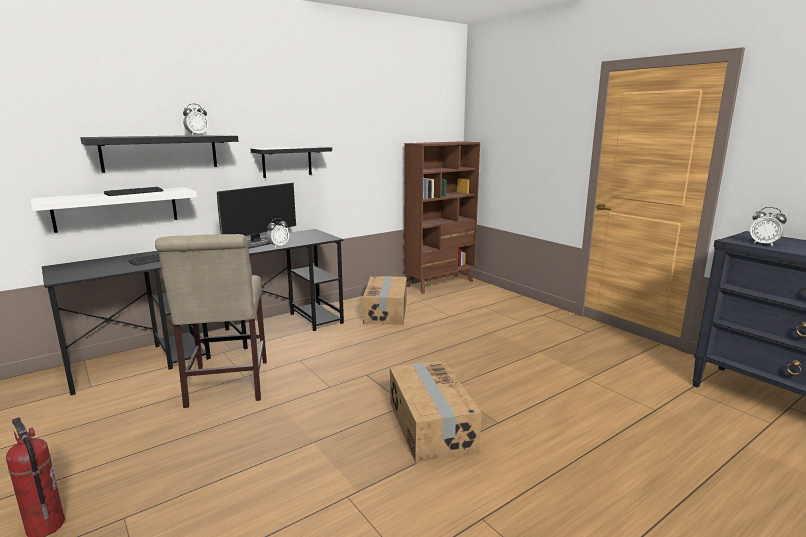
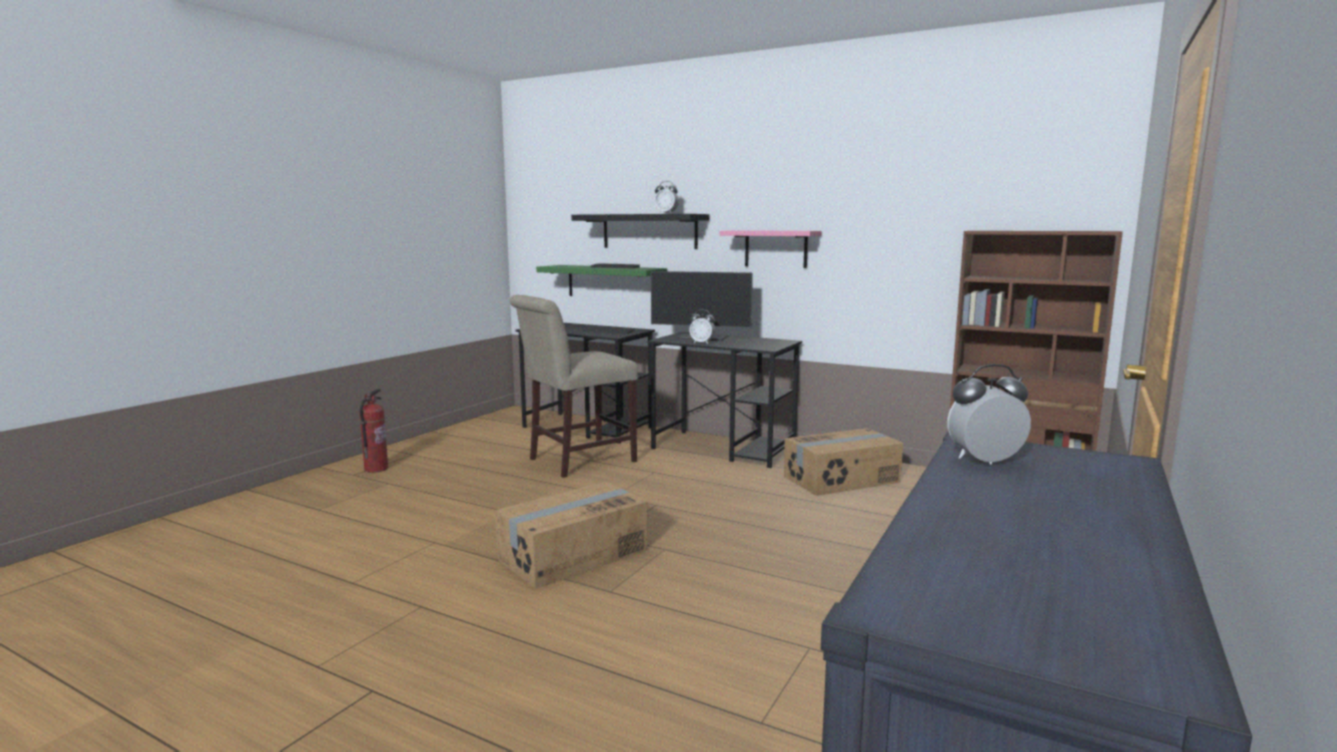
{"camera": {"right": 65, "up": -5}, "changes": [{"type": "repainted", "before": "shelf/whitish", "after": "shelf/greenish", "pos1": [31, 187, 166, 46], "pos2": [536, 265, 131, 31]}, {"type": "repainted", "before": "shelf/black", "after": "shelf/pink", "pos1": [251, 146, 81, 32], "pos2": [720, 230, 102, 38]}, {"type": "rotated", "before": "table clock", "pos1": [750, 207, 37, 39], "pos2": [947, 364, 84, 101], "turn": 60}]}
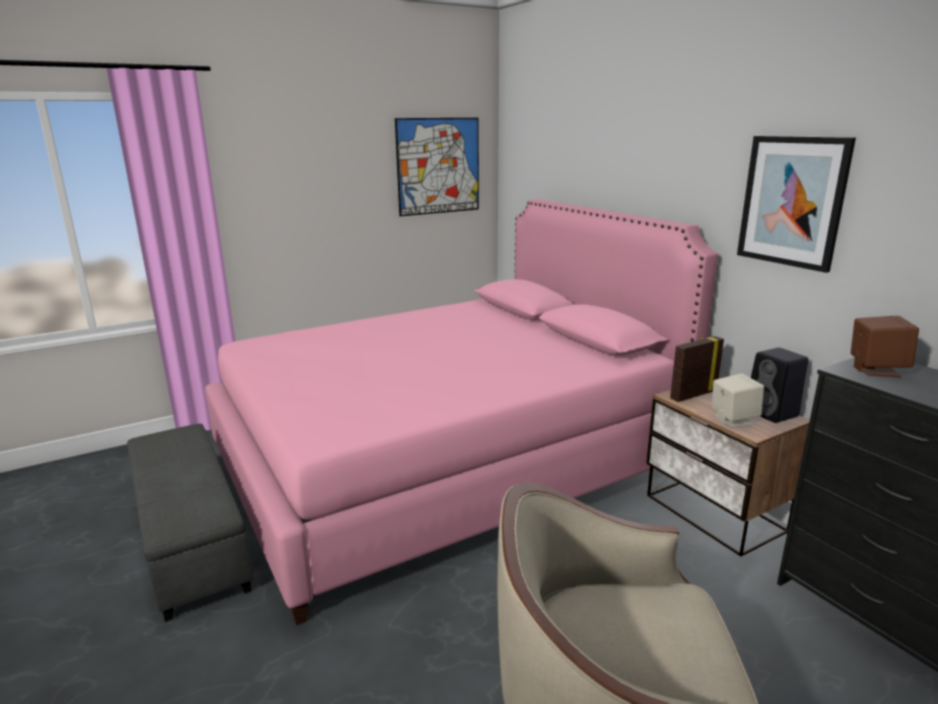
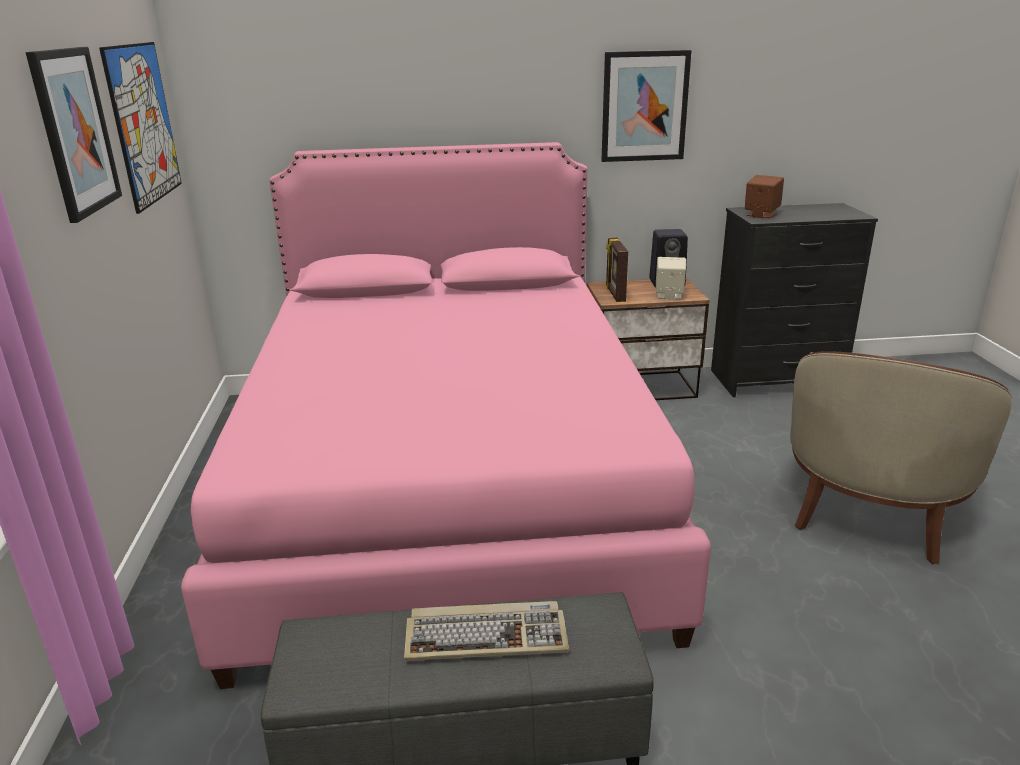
{"camera": {"right": -65, "up": 5}, "changes": [{"type": "new", "after": "wall picture", "pos2": [26, 47, 96, 176]}, {"type": "new", "after": "computer keyboard", "pos2": [404, 601, 165, 60]}]}
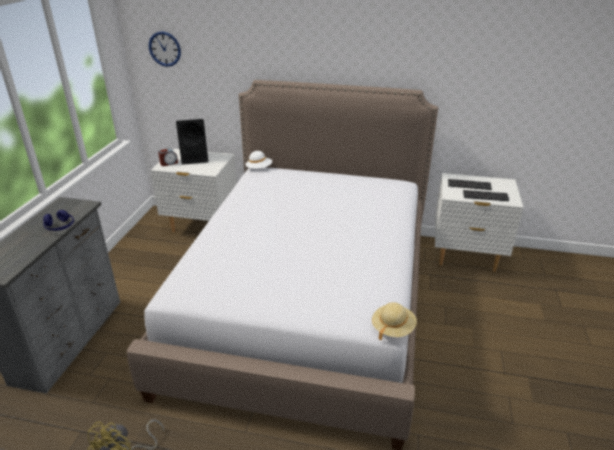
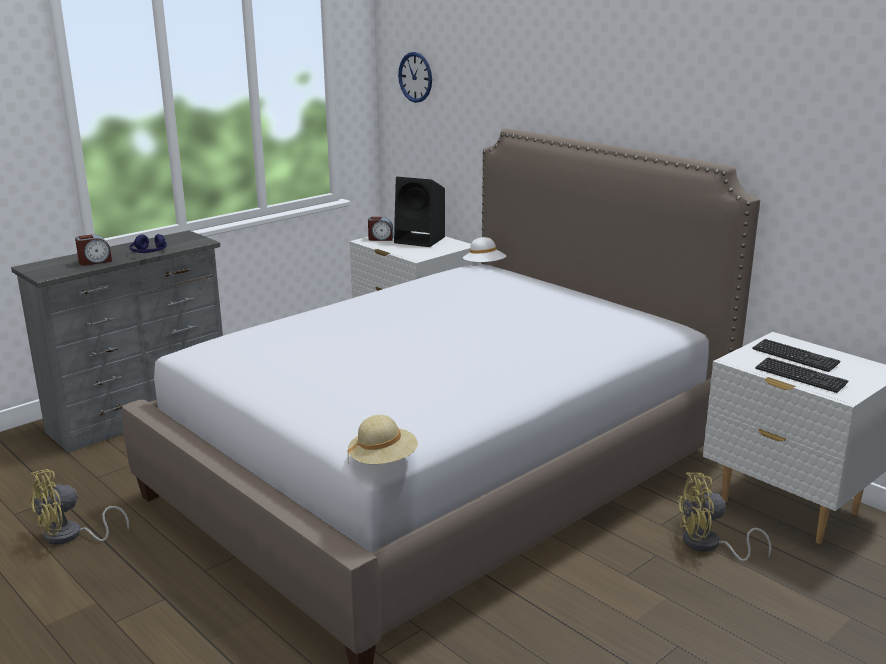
{"camera": {"right": 35, "up": -10}, "changes": [{"type": "new", "after": "table clock", "pos2": [75, 235, 37, 31]}, {"type": "new", "after": "electric fan/yellowish", "pos2": [675, 473, 97, 89]}]}
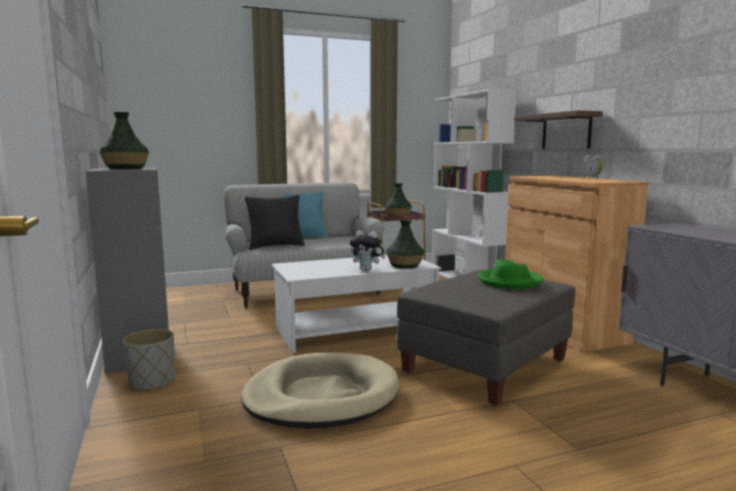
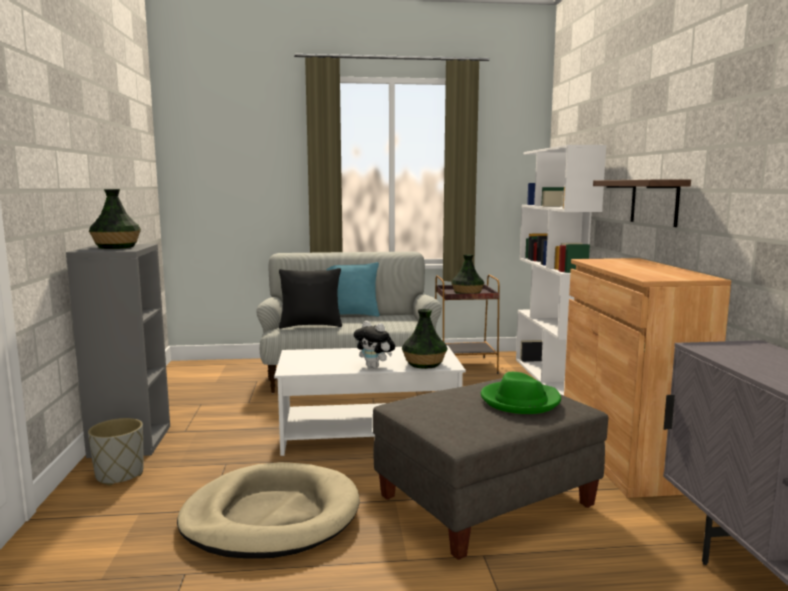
{"camera": {"right": 15, "up": 0}, "changes": [{"type": "gone", "before": "table clock", "pos1": [582, 155, 21, 24]}]}
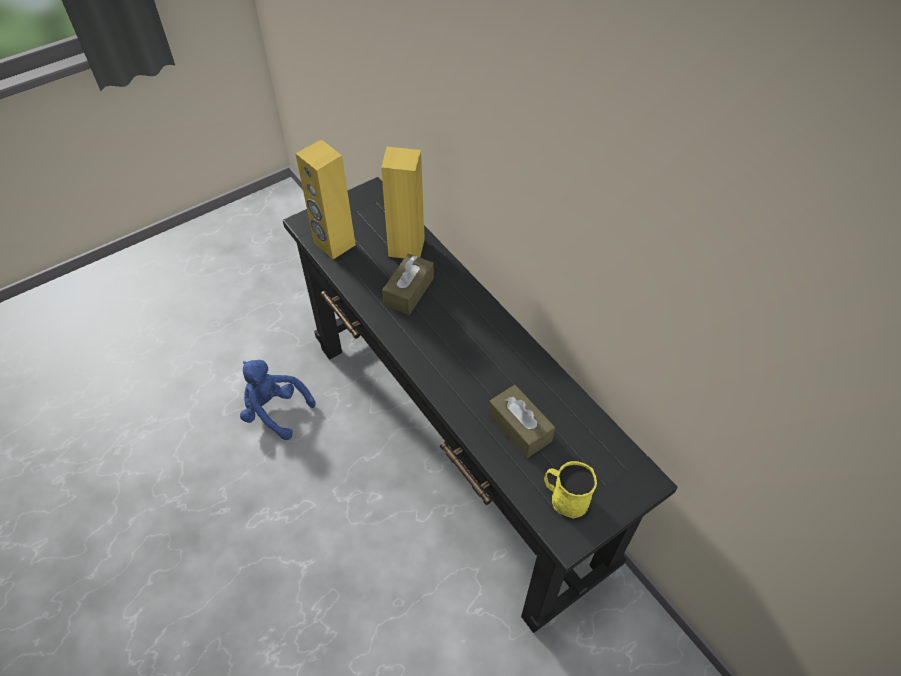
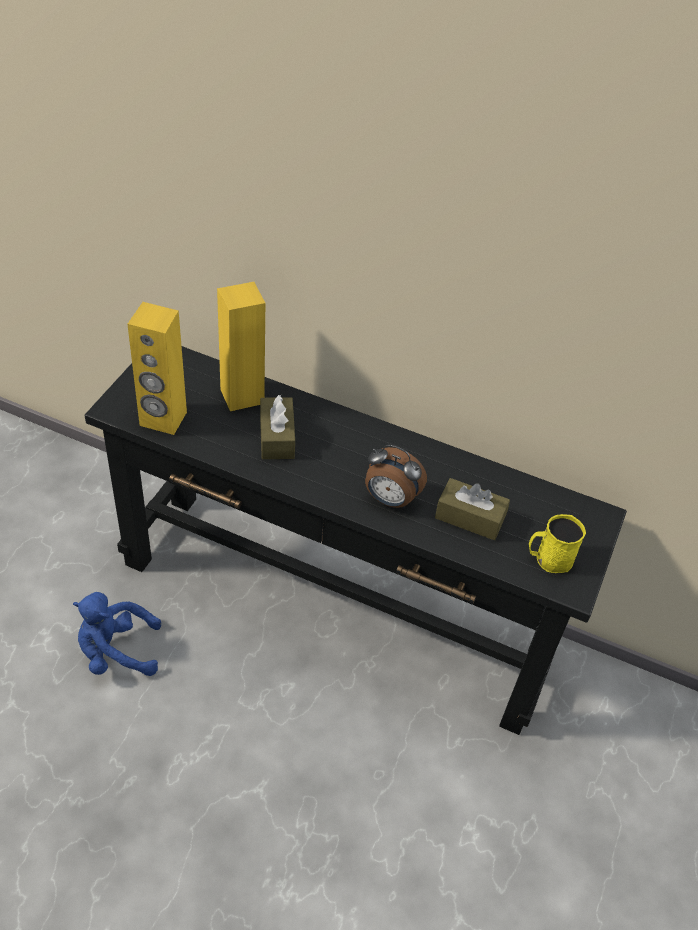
{"camera": {"right": -35, "up": -5}, "changes": [{"type": "new", "after": "table clock", "pos2": [365, 445, 62, 63]}]}
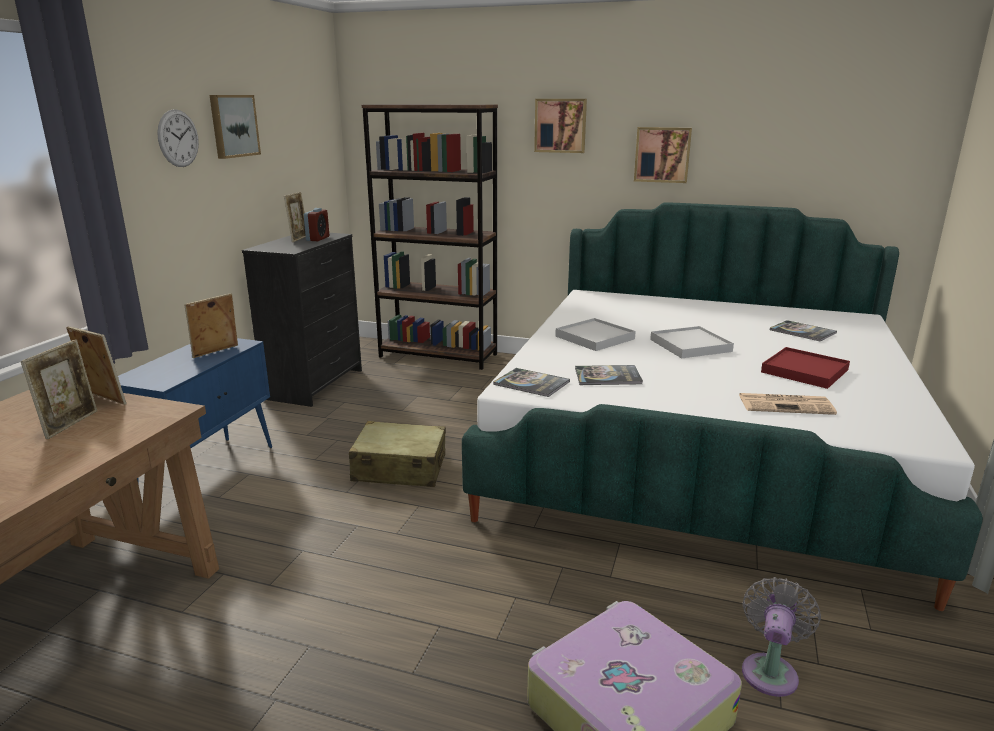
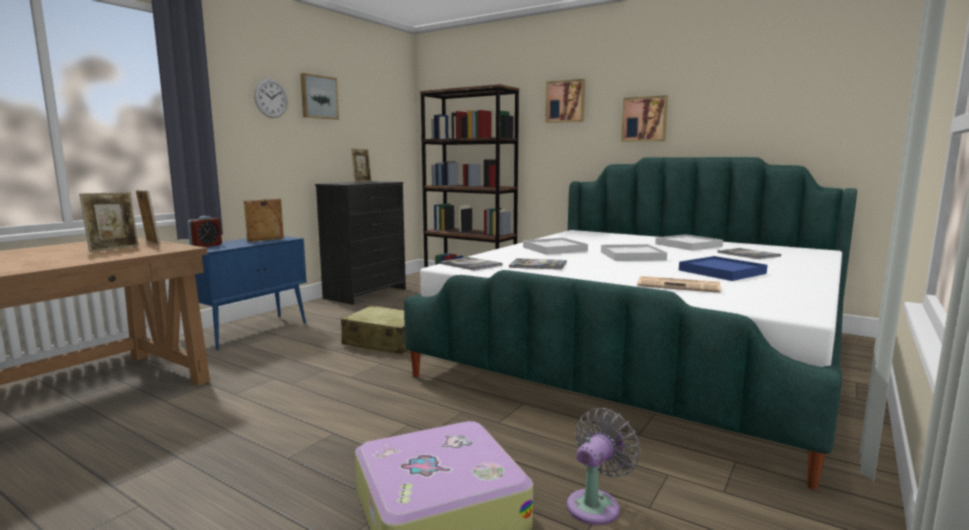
{"camera": {"right": 15, "up": -10}, "changes": [{"type": "shifted", "before": "table clock", "pos1": [304, 208, 25, 33], "pos2": [187, 216, 35, 31]}, {"type": "new", "after": "tray/whitish", "pos2": [655, 234, 68, 17]}, {"type": "repainted", "before": "tray/red-coloured", "after": "tray/blue-coloured", "pos1": [761, 347, 89, 42], "pos2": [679, 256, 89, 25]}]}
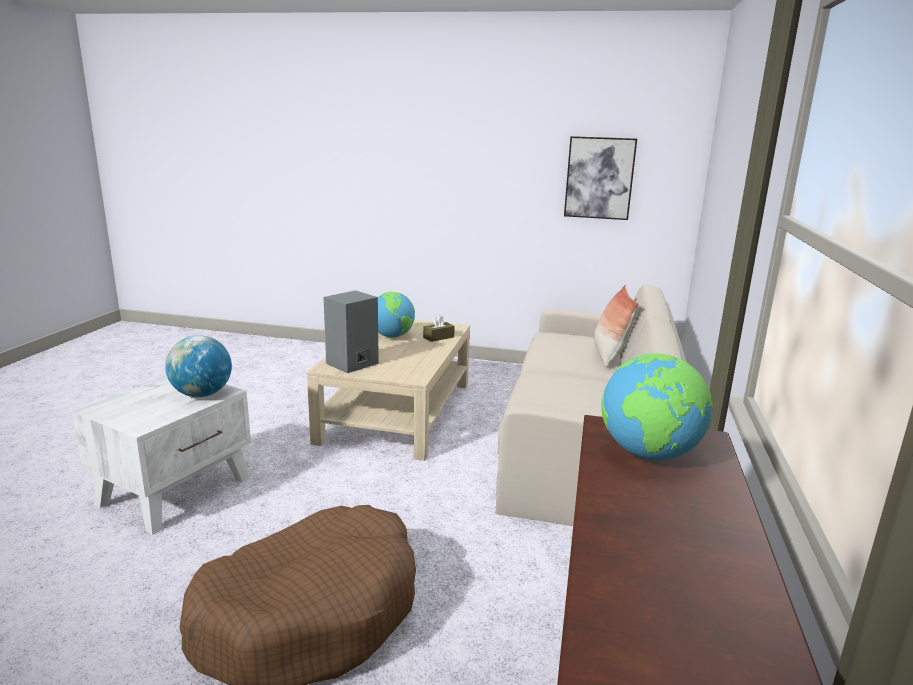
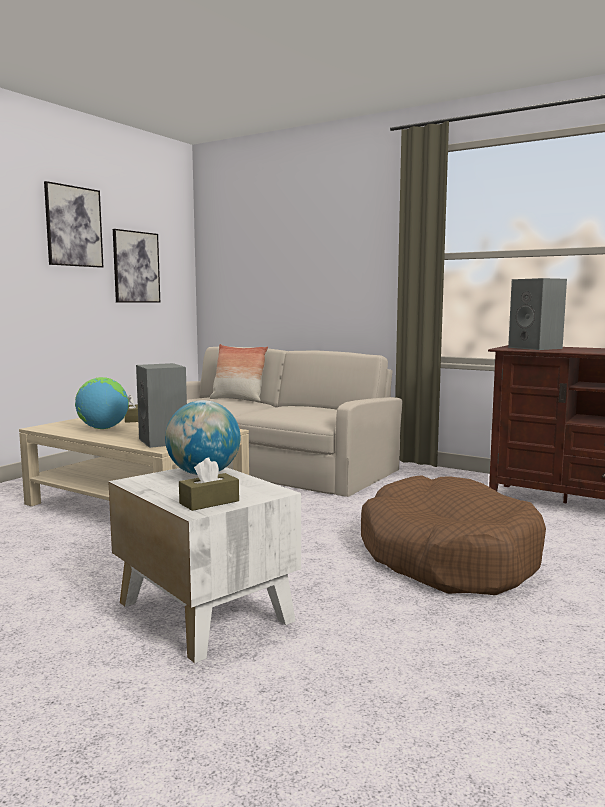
{"camera": {"right": -70, "up": -10}, "changes": [{"type": "new", "after": "wall picture", "pos2": [44, 181, 59, 87]}, {"type": "new", "after": "box of tissues/brown", "pos2": [179, 458, 60, 53]}, {"type": "swapped", "before": "desk globe", "after": "speaker/grey", "pos1": [601, 353, 112, 107], "pos2": [508, 278, 59, 72]}]}
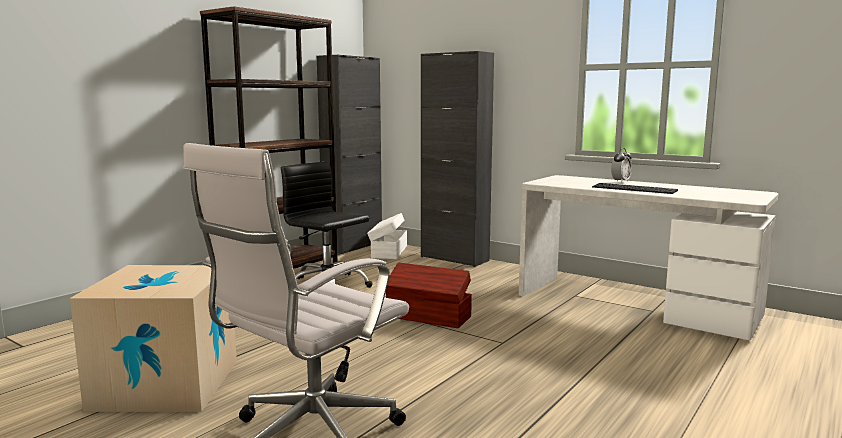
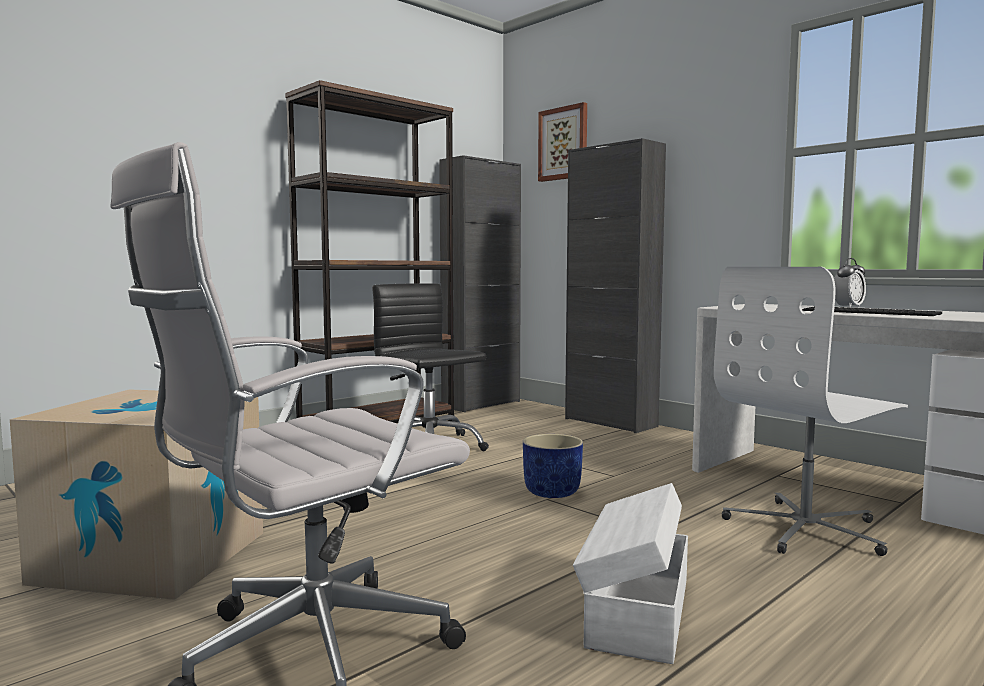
{"camera": {"right": 10, "up": -5}, "changes": [{"type": "swapped", "before": "storage bin/brown", "after": "flower pot/blue-coloured", "pos1": [386, 263, 86, 65], "pos2": [523, 434, 60, 64]}, {"type": "new", "after": "wall picture", "pos2": [538, 102, 49, 80]}, {"type": "shifted", "before": "storage bin/whitish", "pos1": [367, 213, 40, 46], "pos2": [573, 483, 115, 181]}, {"type": "new", "after": "office chair/whitish", "pos2": [714, 267, 194, 289]}]}
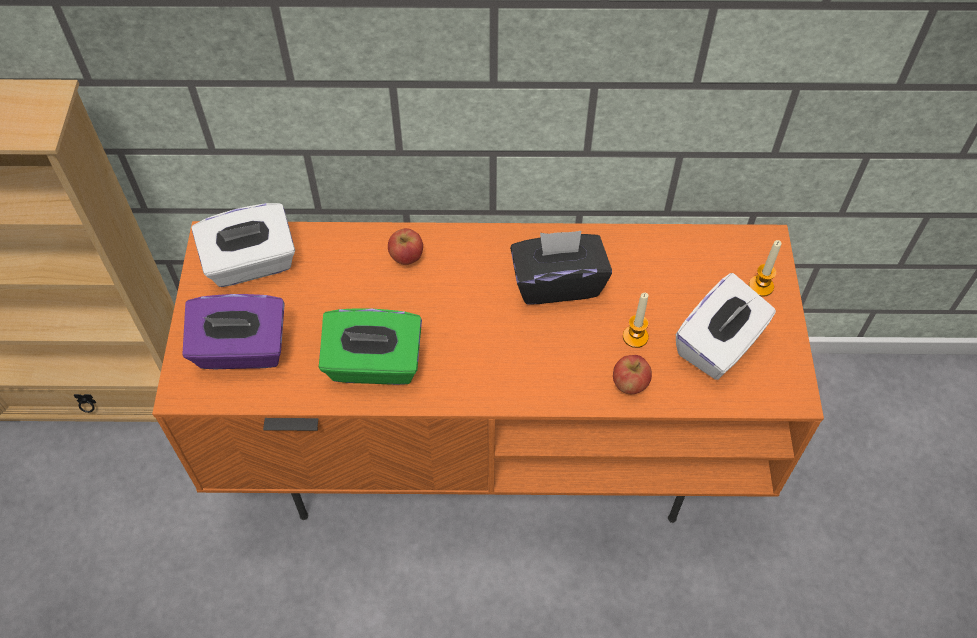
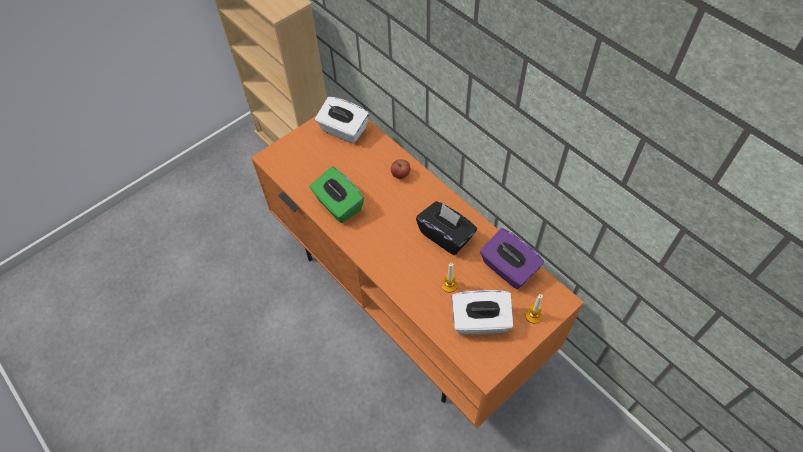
{"camera": {"right": 50, "up": 0}, "changes": [{"type": "shifted", "before": "box of tissues/purple-coloured", "pos1": [182, 294, 103, 75], "pos2": [480, 228, 64, 61]}, {"type": "gone", "before": "whole apple", "pos1": [613, 355, 39, 39]}]}
